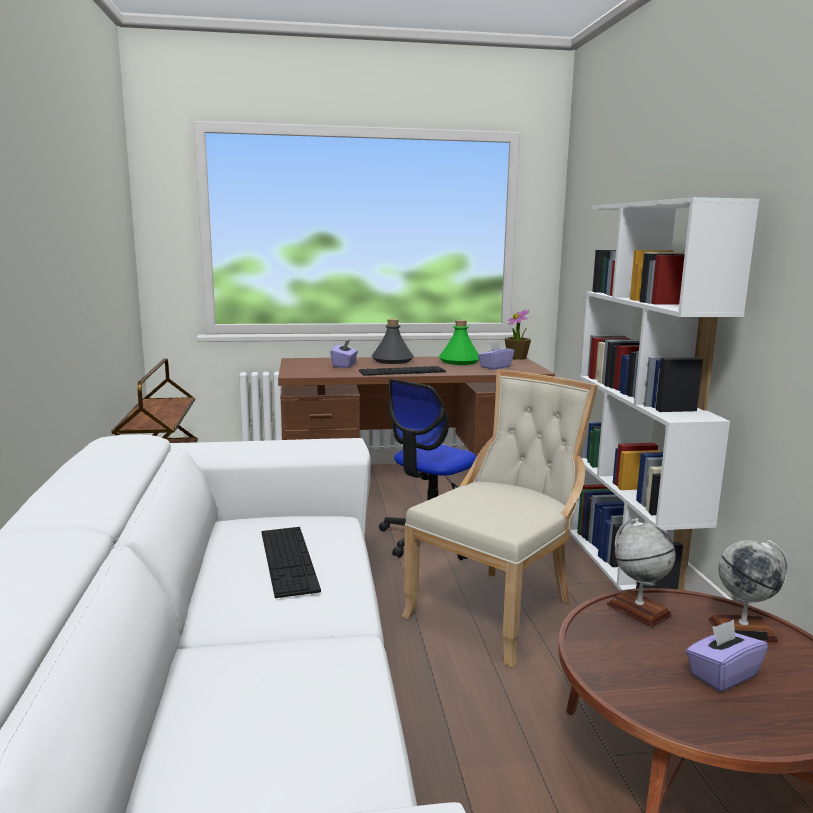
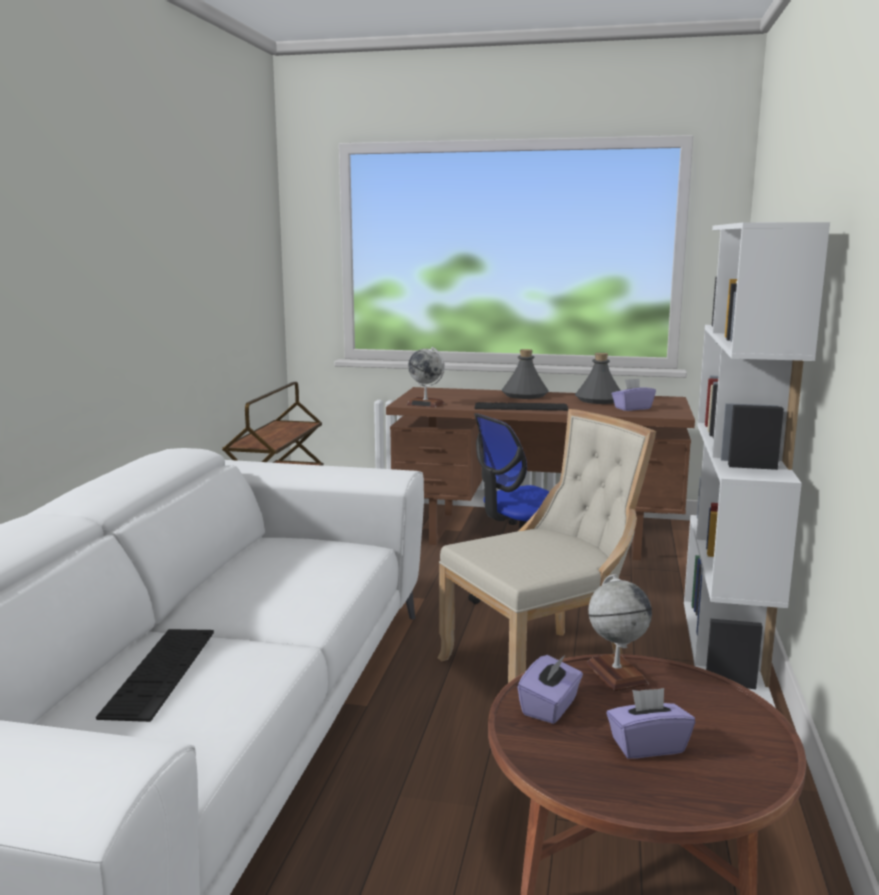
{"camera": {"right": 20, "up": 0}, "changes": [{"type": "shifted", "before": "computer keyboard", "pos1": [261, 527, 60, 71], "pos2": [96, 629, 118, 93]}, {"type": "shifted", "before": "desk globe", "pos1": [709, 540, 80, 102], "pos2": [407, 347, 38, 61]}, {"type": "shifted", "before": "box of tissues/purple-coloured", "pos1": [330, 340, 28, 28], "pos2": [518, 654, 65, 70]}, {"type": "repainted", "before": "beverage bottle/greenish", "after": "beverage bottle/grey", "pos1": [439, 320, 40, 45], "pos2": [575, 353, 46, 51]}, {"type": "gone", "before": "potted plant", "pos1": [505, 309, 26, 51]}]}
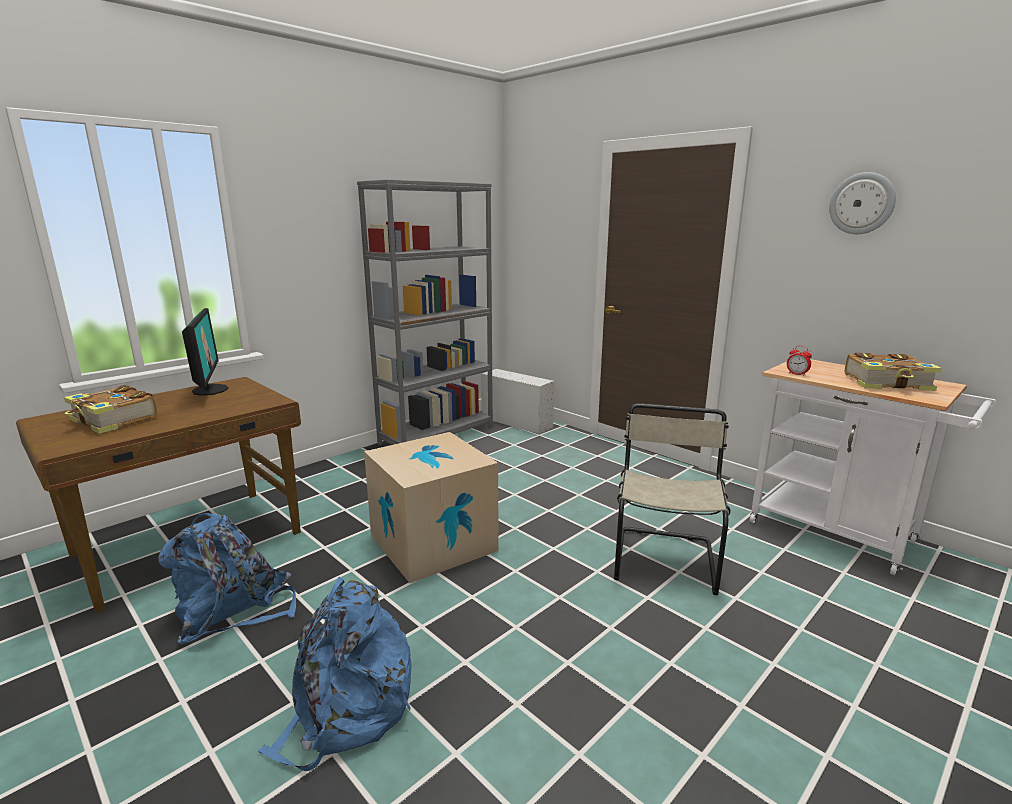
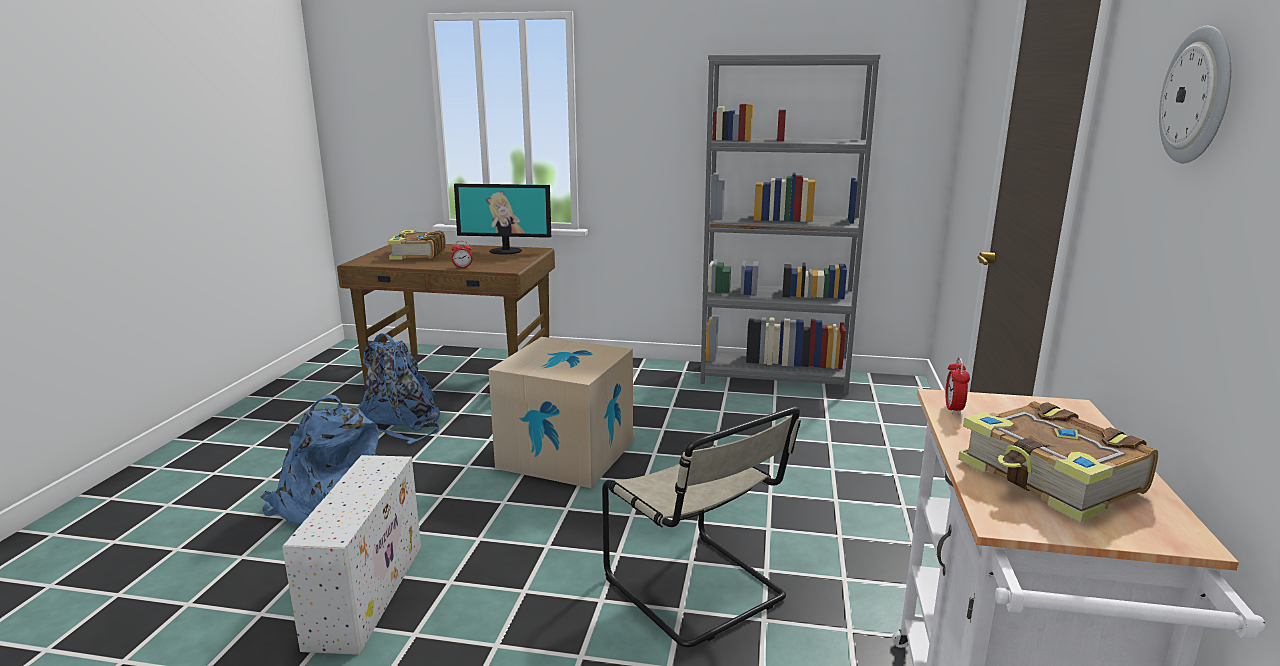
{"camera": {"right": 55, "up": 0}, "changes": [{"type": "shifted", "before": "storage bin/whitish", "pos1": [481, 369, 73, 65], "pos2": [282, 455, 139, 200]}, {"type": "new", "after": "table clock", "pos2": [451, 241, 21, 27]}, {"type": "rotated", "before": "computer screen", "pos1": [182, 308, 47, 88], "pos2": [454, 184, 97, 71], "turn": 60}, {"type": "rotated", "before": "upright chair/sand-coloured", "pos1": [614, 403, 117, 192], "pos2": [602, 407, 199, 240], "turn": 75}]}
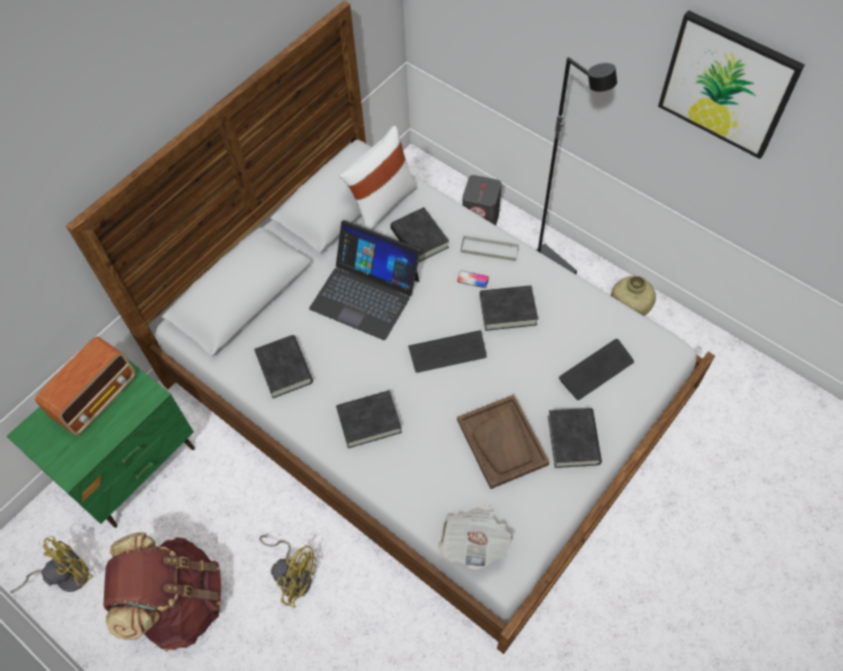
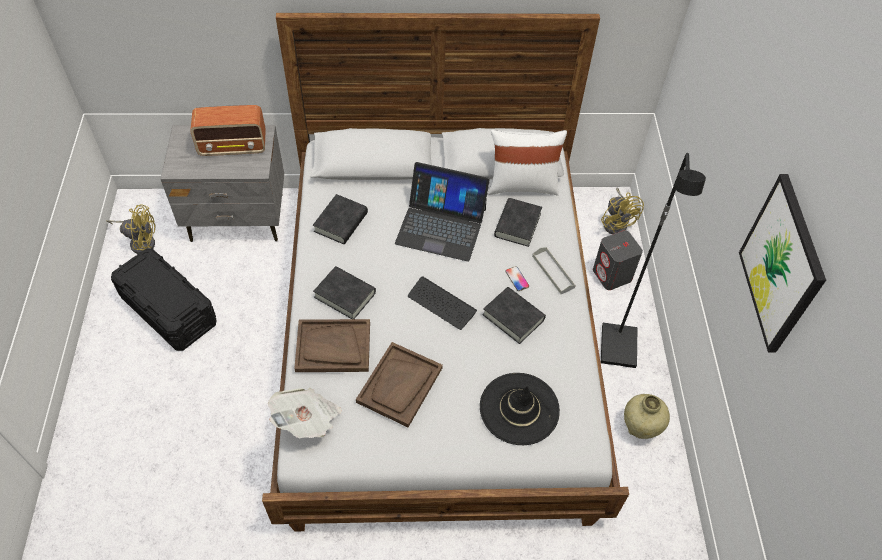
{"camera": {"right": 45, "up": -5}, "changes": [{"type": "swapped", "before": "backpack/brown", "after": "storage bin/black", "pos1": [103, 532, 119, 119], "pos2": [111, 249, 105, 102]}, {"type": "repainted", "before": "bedside table/greenish", "after": "bedside table/grey", "pos1": [6, 360, 189, 168], "pos2": [161, 125, 123, 117]}, {"type": "new", "after": "tray/brown", "pos2": [294, 319, 76, 53]}, {"type": "rotated", "before": "portable computer", "pos1": [309, 220, 112, 120], "pos2": [395, 162, 95, 100], "turn": -60}, {"type": "swapped", "before": "computer keyboard", "after": "clothing hat/black", "pos1": [559, 339, 75, 61], "pos2": [480, 373, 80, 72]}, {"type": "shifted", "before": "electric fan/yellowish", "pos1": [259, 535, 57, 73], "pos2": [601, 187, 43, 47]}, {"type": "gone", "before": "bound book/black", "pos1": [548, 408, 54, 60]}]}
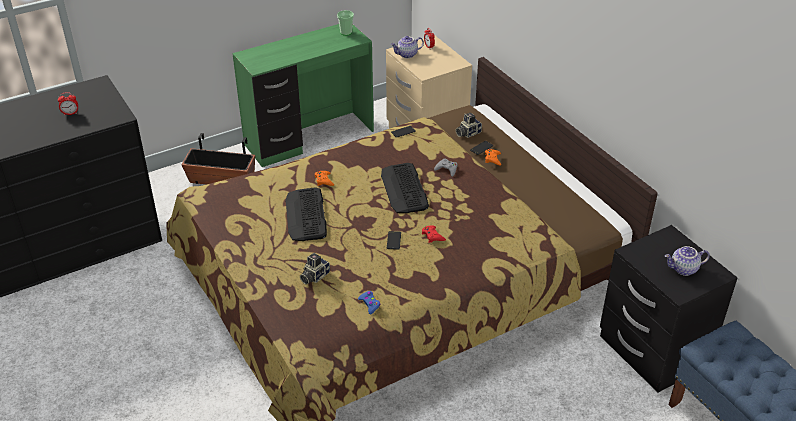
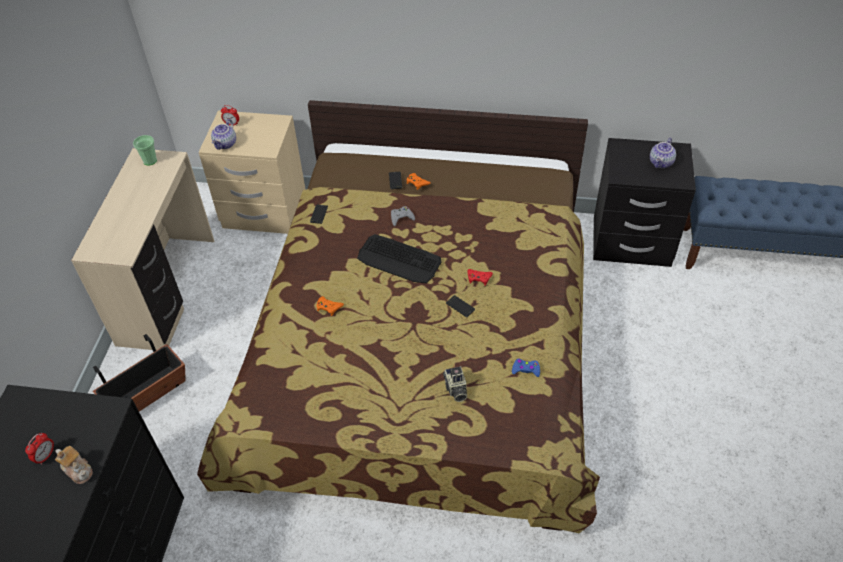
{"camera": {"right": -50, "up": 10}, "changes": [{"type": "new", "after": "teapot", "pos2": [55, 446, 38, 38]}, {"type": "repainted", "before": "desk/greenish", "after": "desk/sand-coloured", "pos1": [232, 24, 142, 143], "pos2": [71, 148, 143, 202]}, {"type": "gone", "before": "computer keyboard", "pos1": [285, 187, 42, 54]}, {"type": "gone", "before": "photo camera", "pos1": [456, 113, 26, 25]}]}
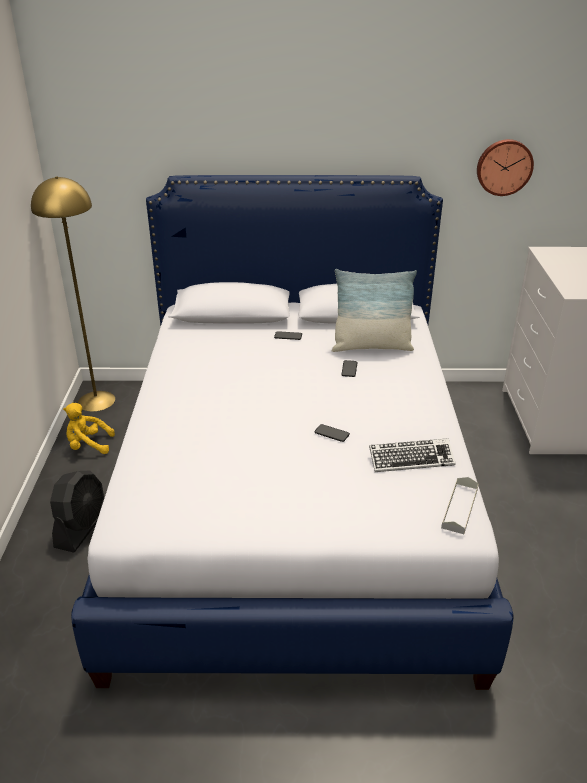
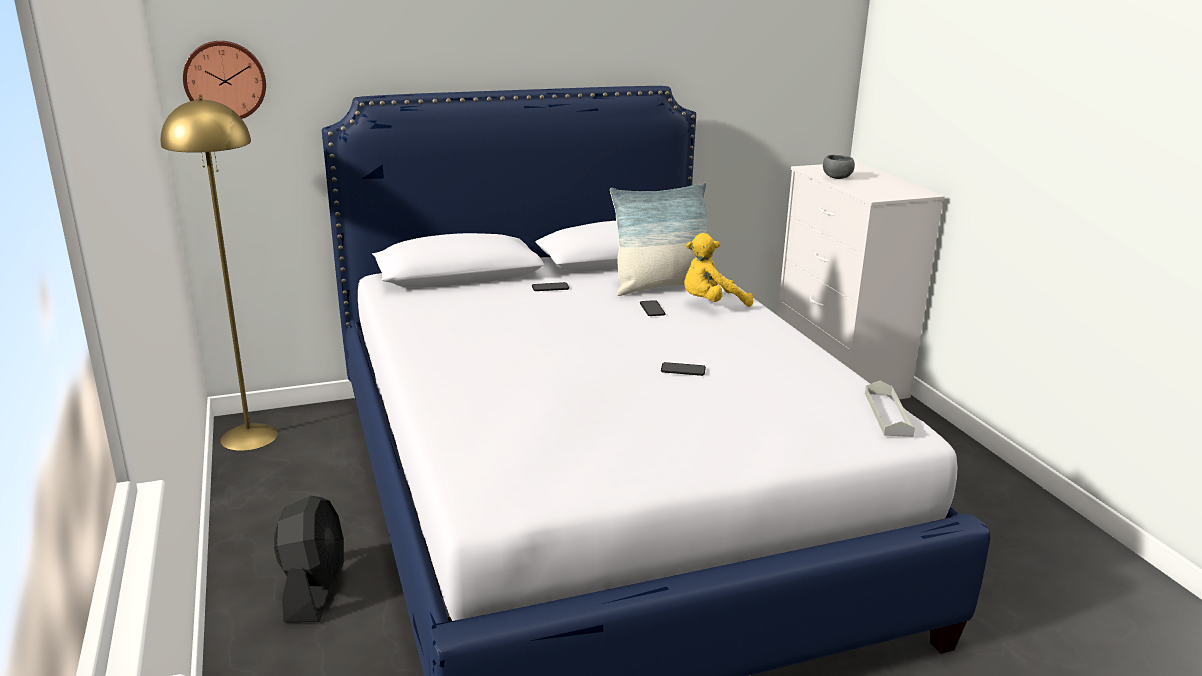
{"camera": {"right": -20, "up": -10}, "changes": [{"type": "shifted", "before": "clock on the wall", "pos1": [477, 139, 57, 57], "pos2": [183, 41, 83, 78]}, {"type": "shifted", "before": "cuddly toy/yellowish", "pos1": [63, 403, 52, 51], "pos2": [684, 233, 69, 74]}, {"type": "new", "after": "bowl/grey", "pos2": [823, 155, 32, 24]}, {"type": "gone", "before": "computer keyboard", "pos1": [369, 438, 87, 34]}]}
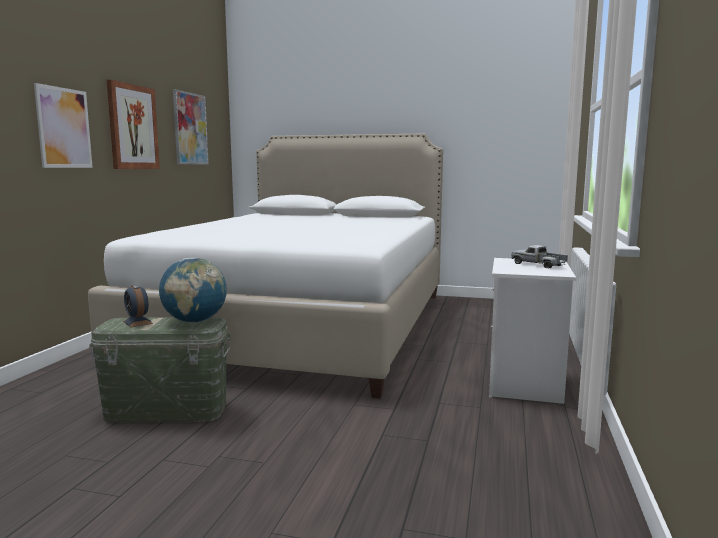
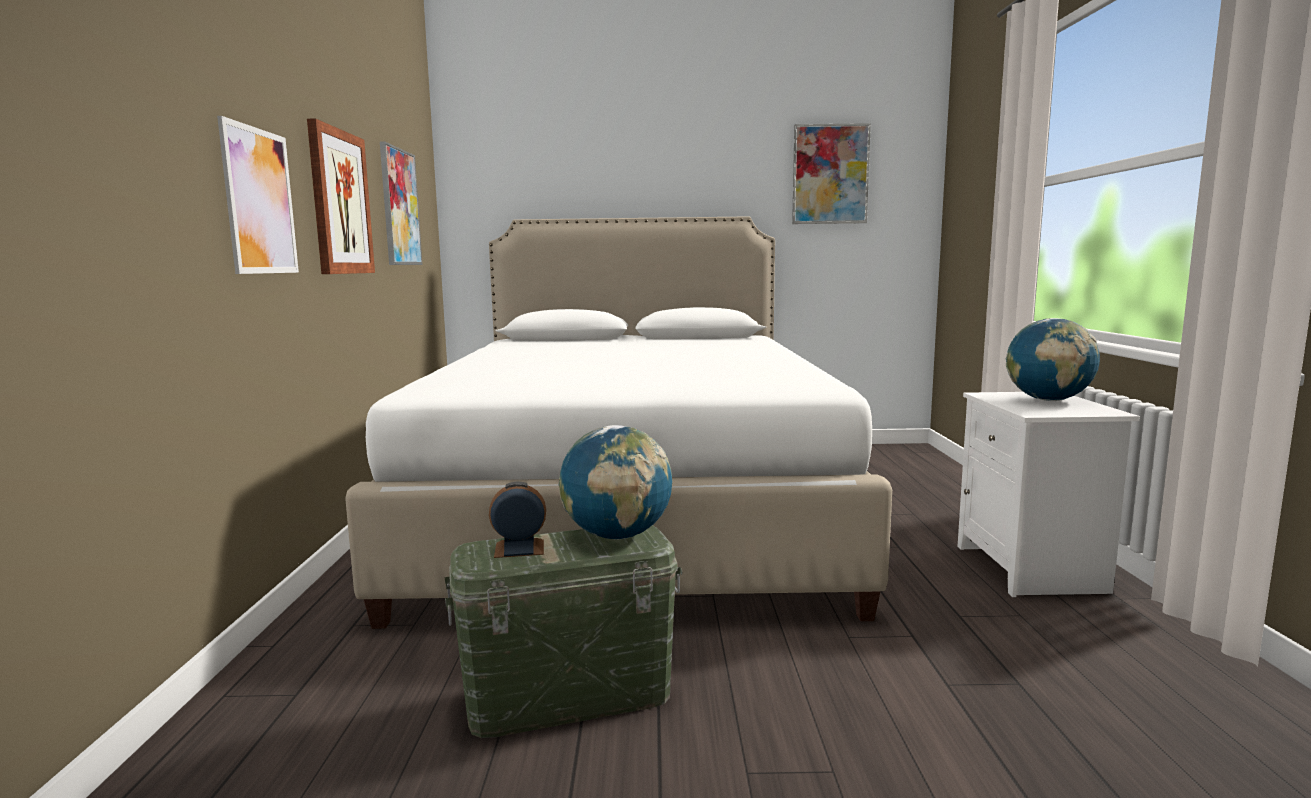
{"camera": {"right": -15, "up": 0}, "changes": [{"type": "rotated", "before": "table clock", "pos1": [123, 285, 30, 42], "pos2": [489, 482, 57, 76], "turn": 135}, {"type": "new", "after": "wall picture", "pos2": [792, 123, 79, 101]}, {"type": "swapped", "before": "toy lorry", "after": "desk globe", "pos1": [511, 245, 57, 23], "pos2": [1006, 318, 94, 83]}]}
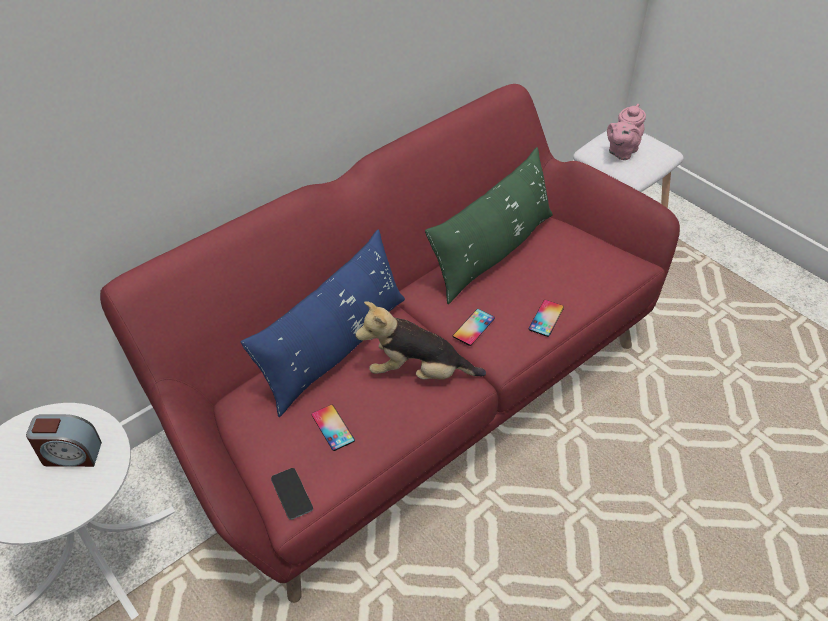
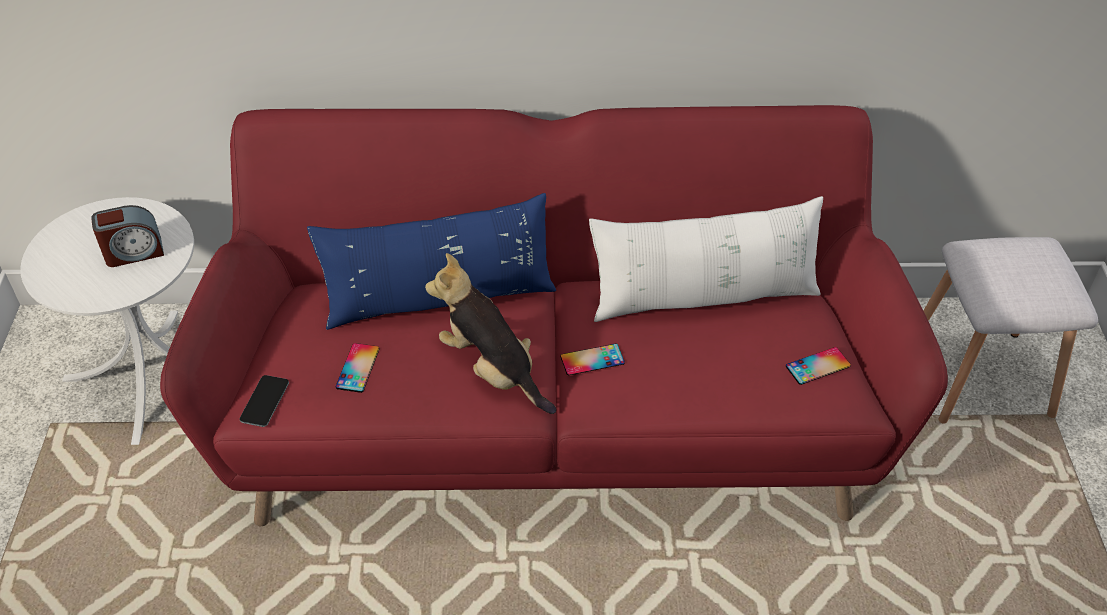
{"camera": {"right": 40, "up": 0}, "changes": [{"type": "rotated", "before": "table clock", "pos1": [26, 414, 76, 53], "pos2": [91, 205, 73, 62], "turn": -60}, {"type": "repainted", "before": "pillow/greenish", "after": "pillow/whitish", "pos1": [425, 147, 128, 157], "pos2": [589, 196, 234, 126]}, {"type": "shifted", "before": "telephone", "pos1": [528, 300, 36, 37], "pos2": [786, 347, 65, 38]}, {"type": "gone", "before": "teapot/pink", "pos1": [607, 104, 39, 56]}]}
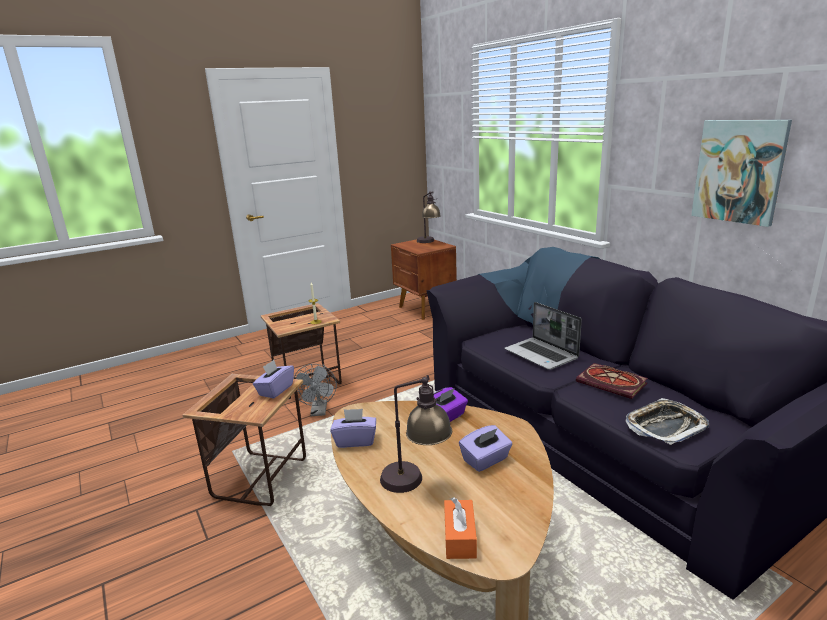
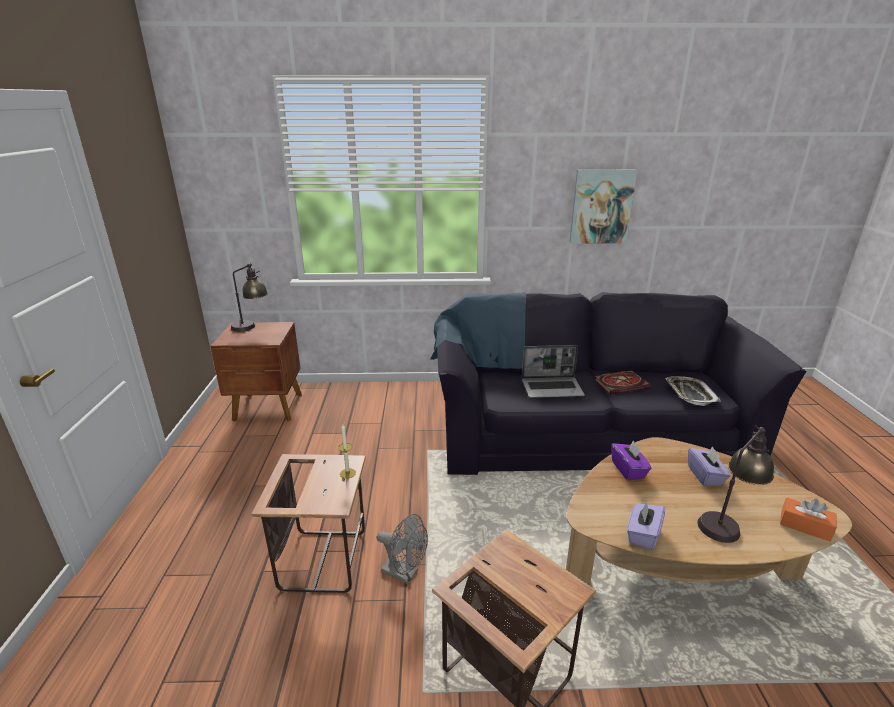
{"camera": {"right": -60, "up": 5}, "changes": [{"type": "gone", "before": "box of tissues/purple-coloured", "pos1": [253, 360, 41, 39]}]}
